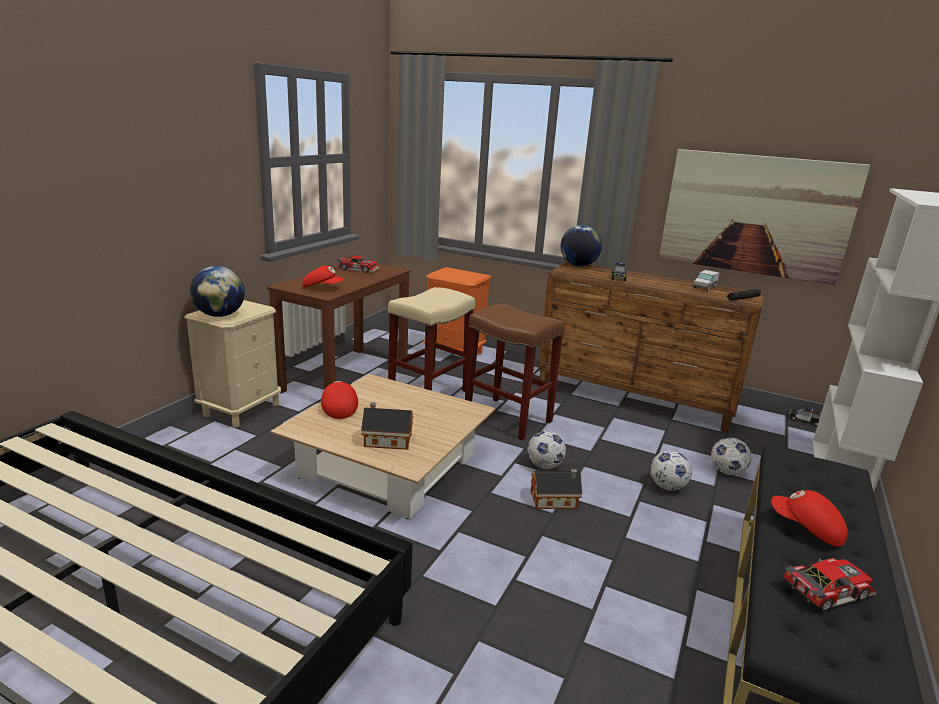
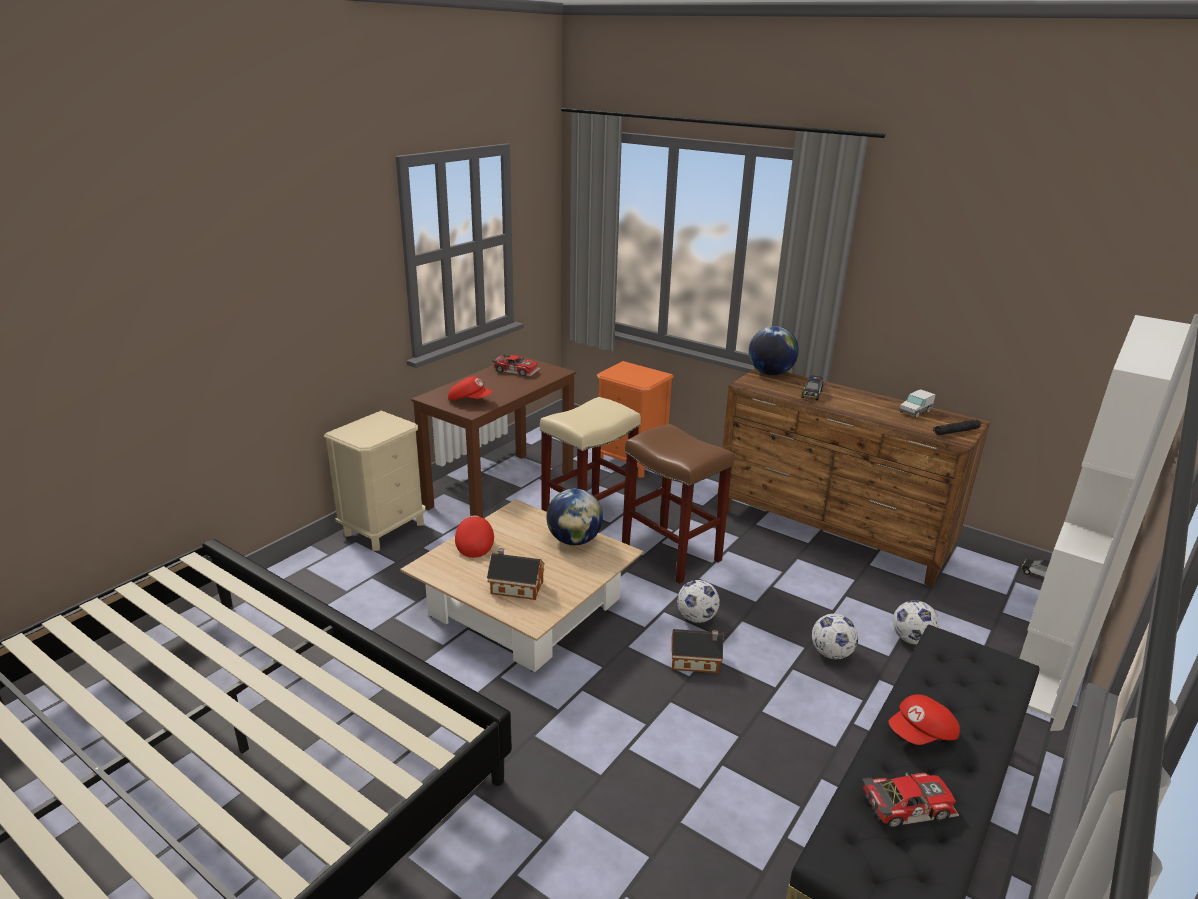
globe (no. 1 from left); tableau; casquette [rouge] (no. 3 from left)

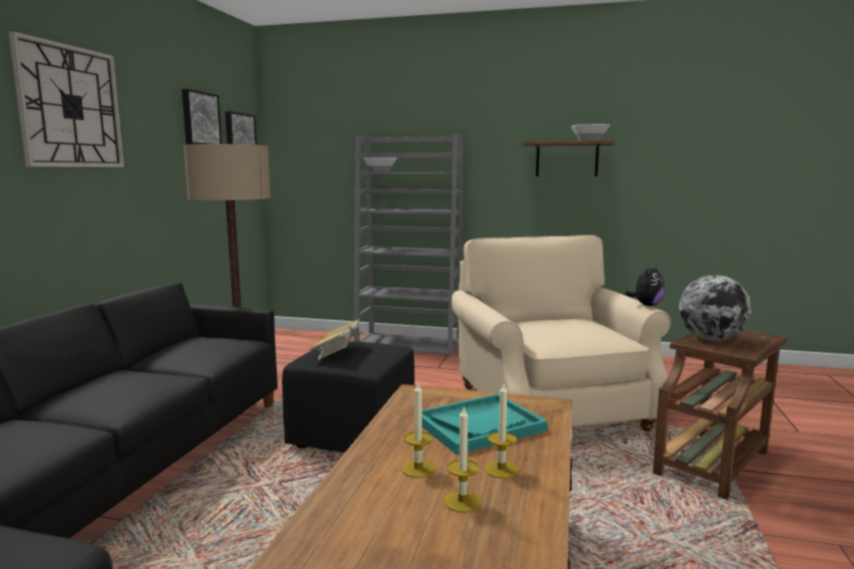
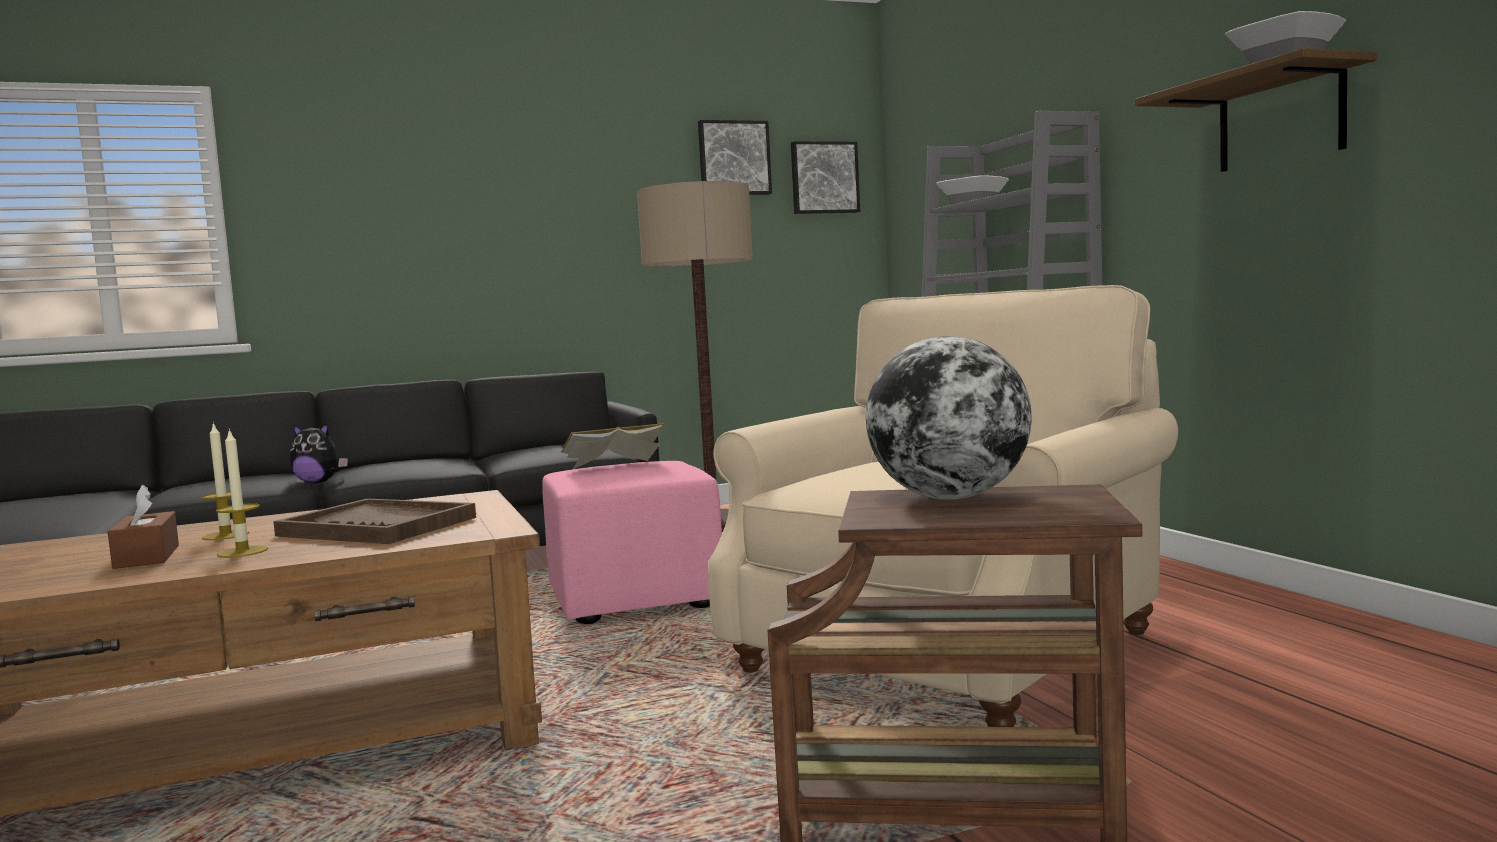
horloge murale; pouf [rose]; plateau [marron]; boîte à mouchoirs [marron]; peluche

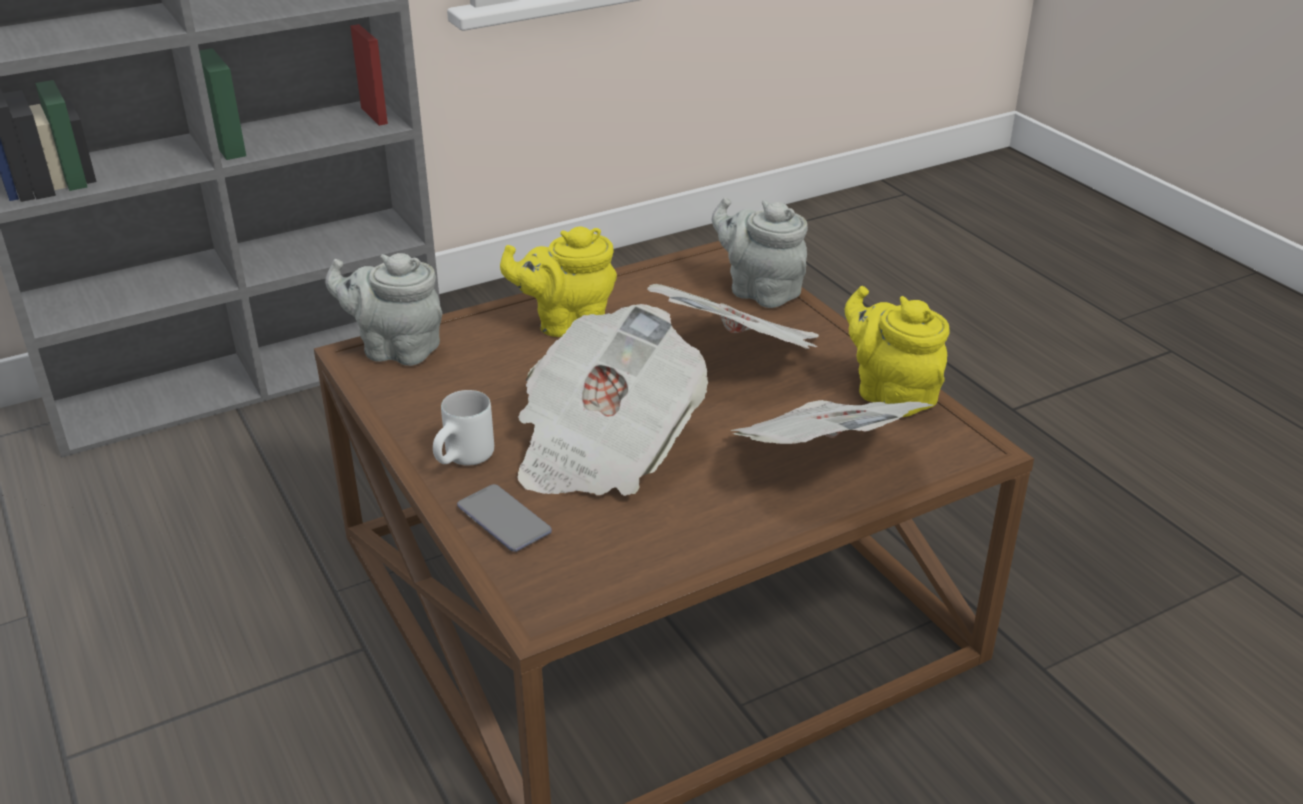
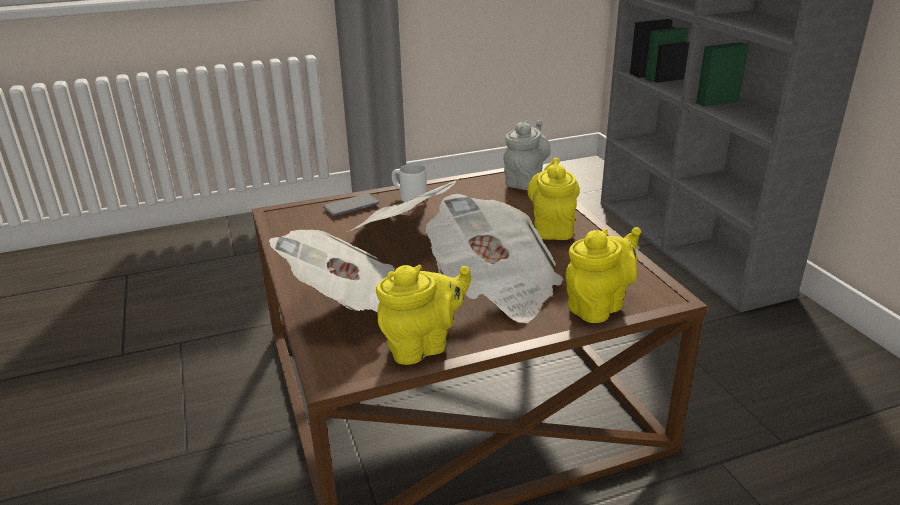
théière [jaune] (no. 3 from left)

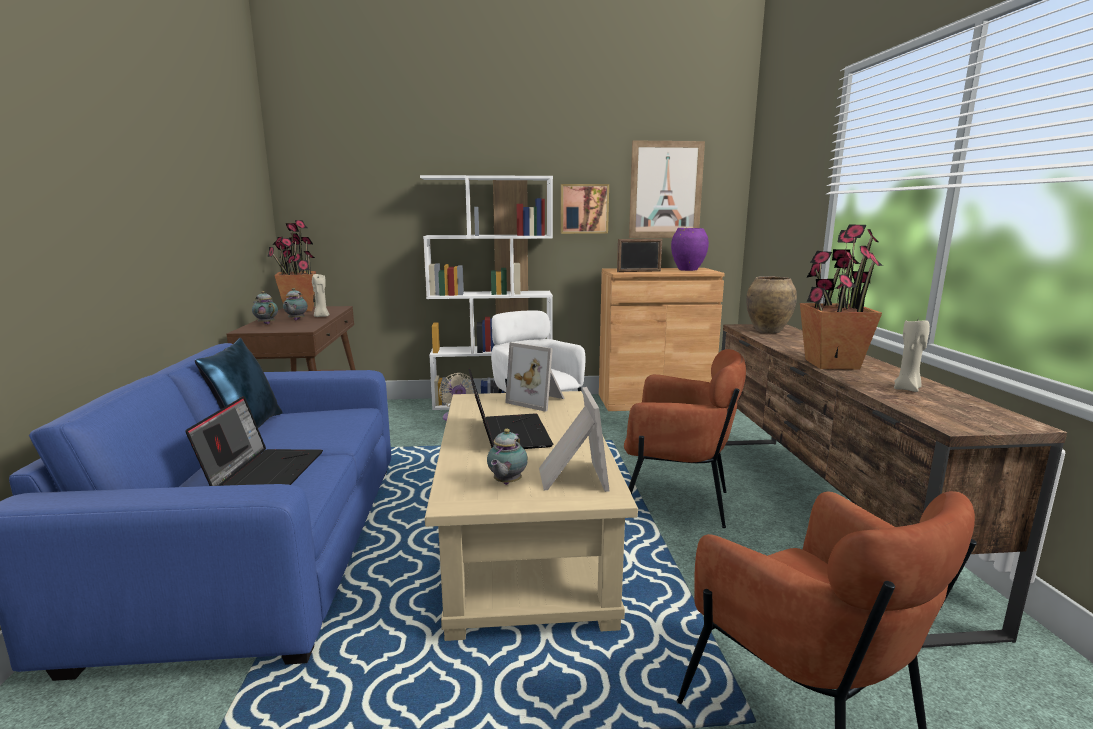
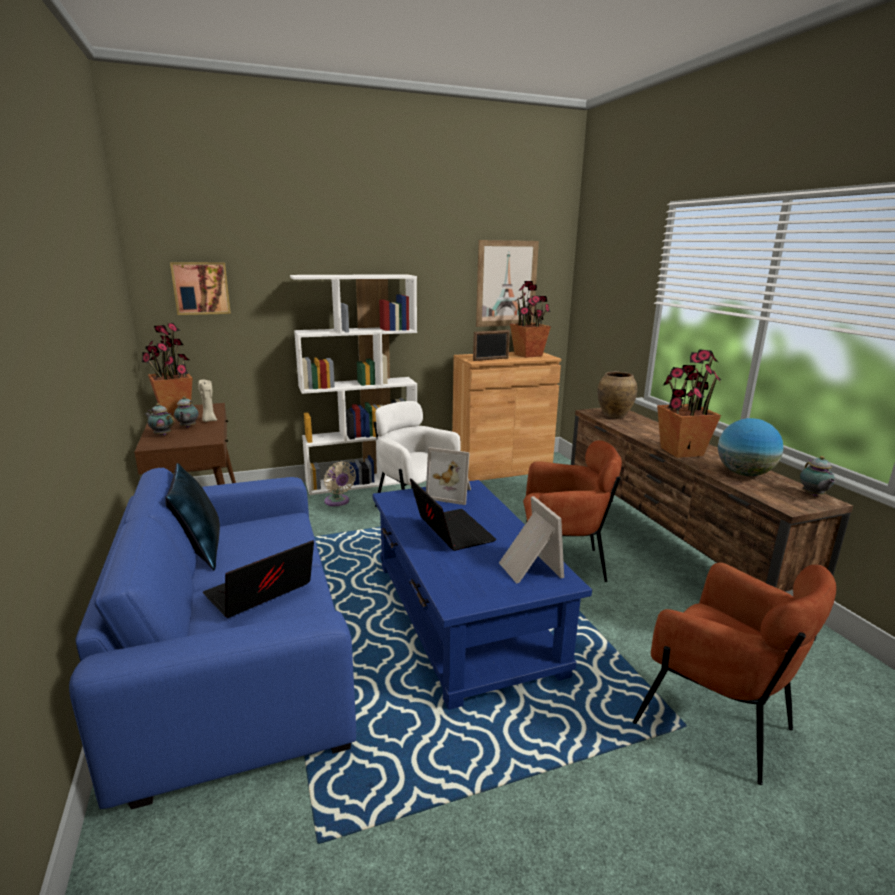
ordinateur portable (no. 1 from left); table basse [bleu]; théière (no. 3 from left); tableau (no. 1 from left); plante en pot (no. 2 from left); globe

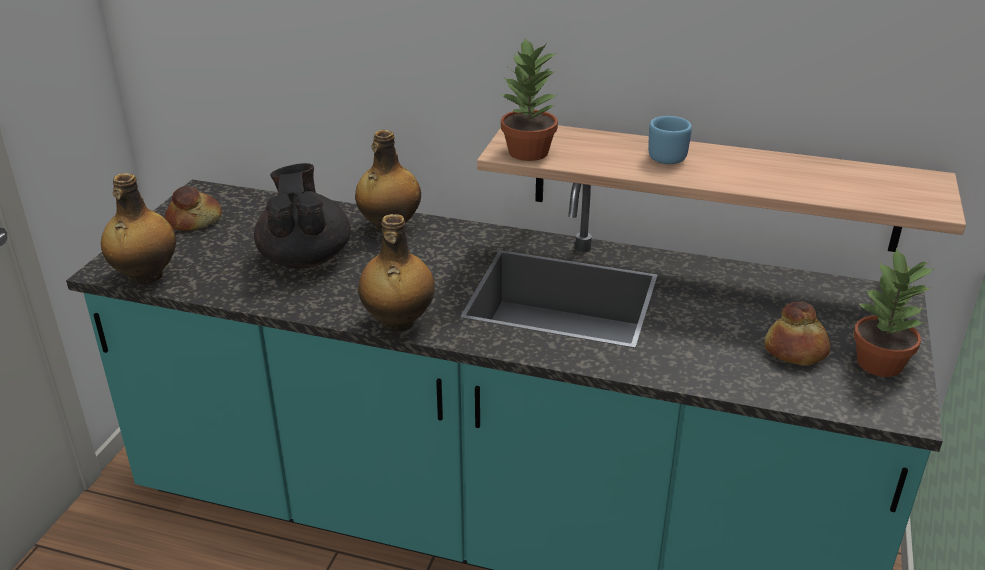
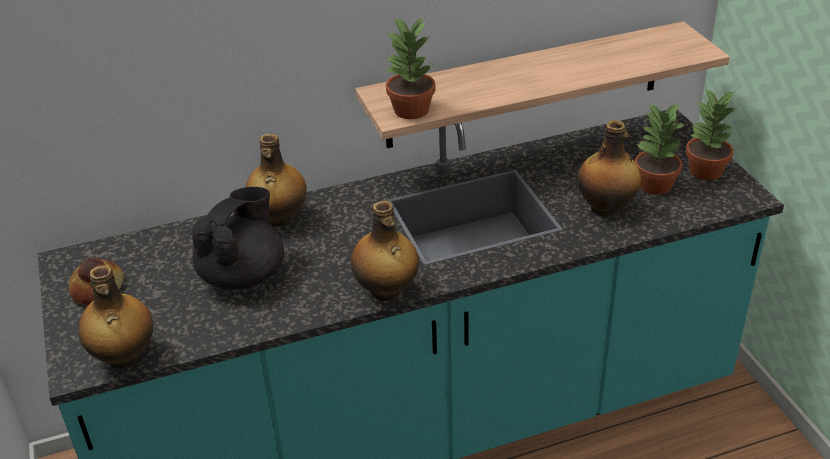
théière [noir]; mug [bleu]; plante en pot (no. 2 from left); bouteille (no. 4 from left)

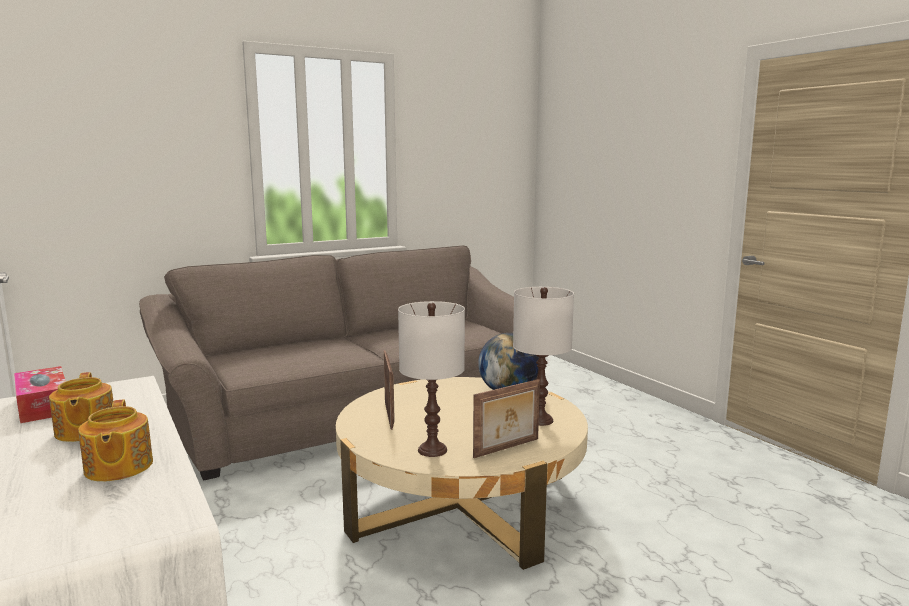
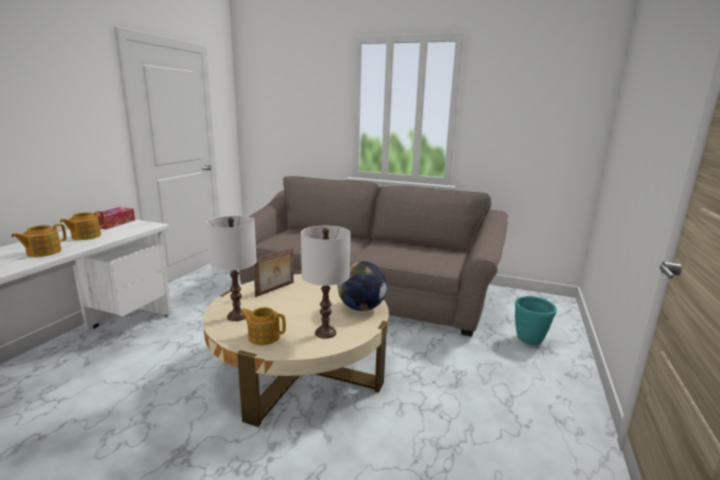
théière (no. 3 from left); cache-pot [turquoise]

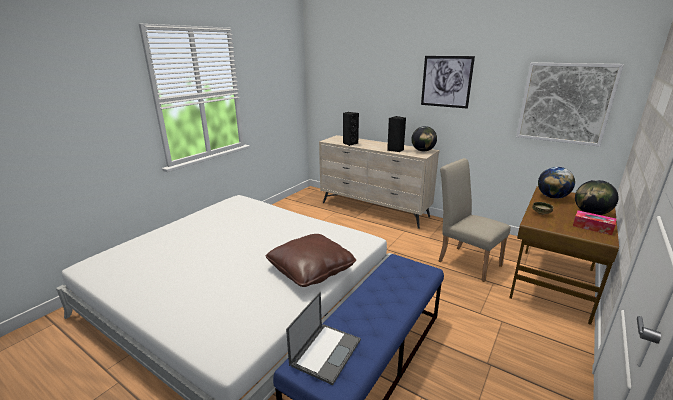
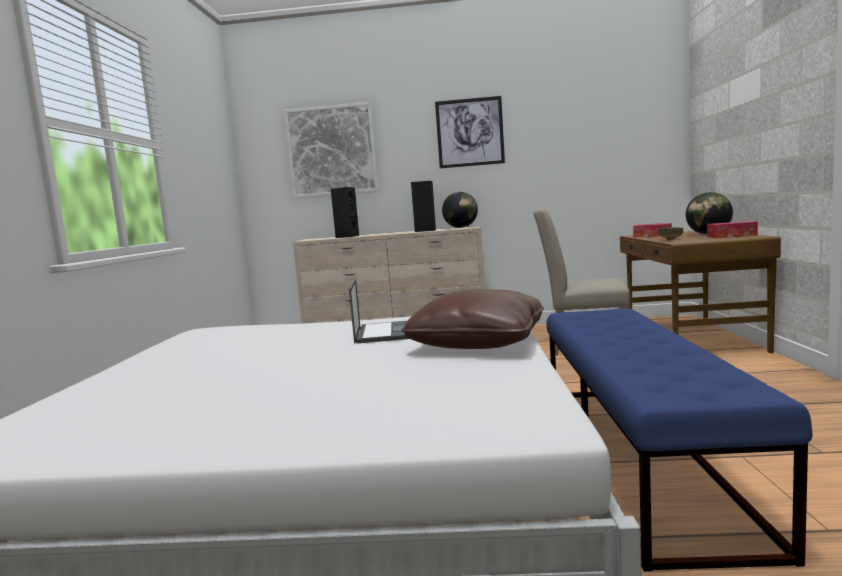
ordinateur portable; tableau (no. 1 from left); boîte à mouchoirs (no. 1 from left)

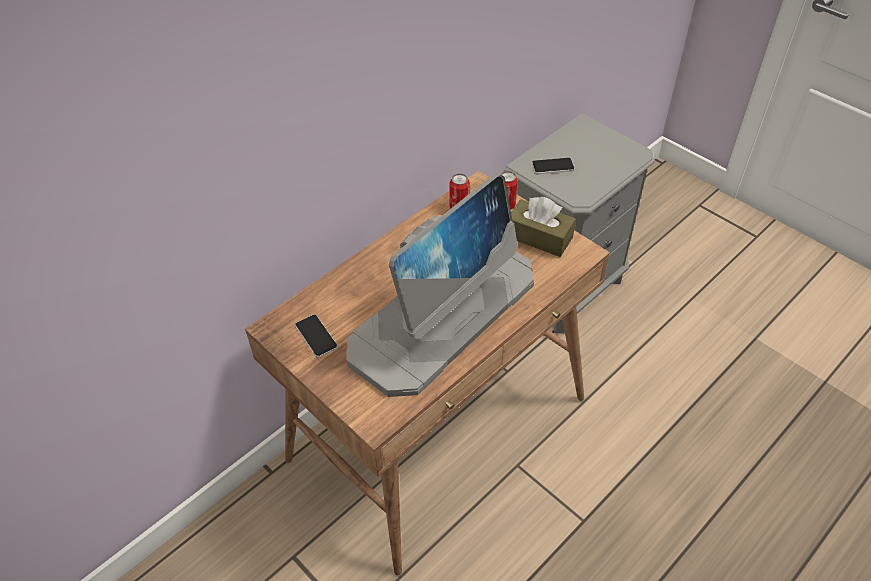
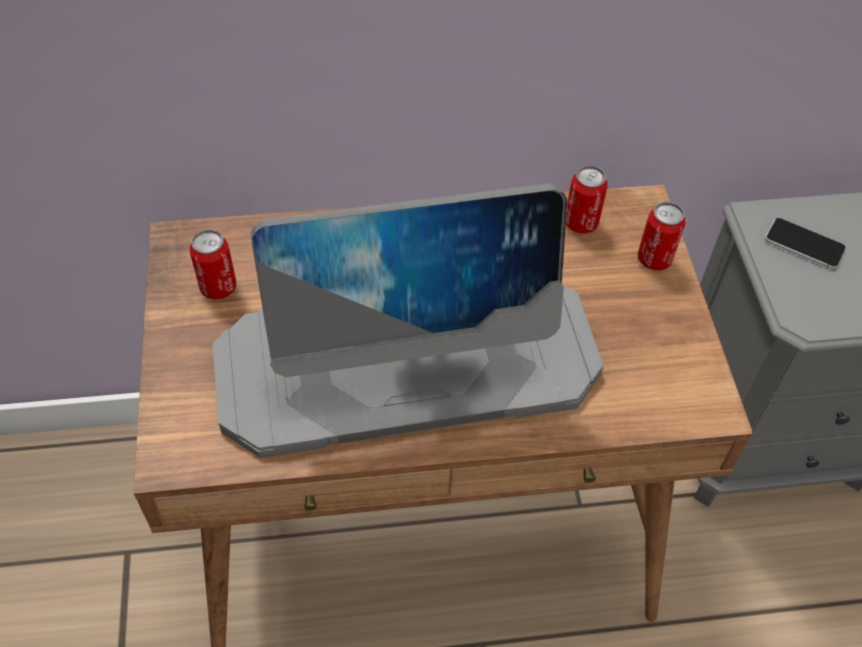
boîte métallique (no. 1 from left); boîte à mouchoirs [marron]

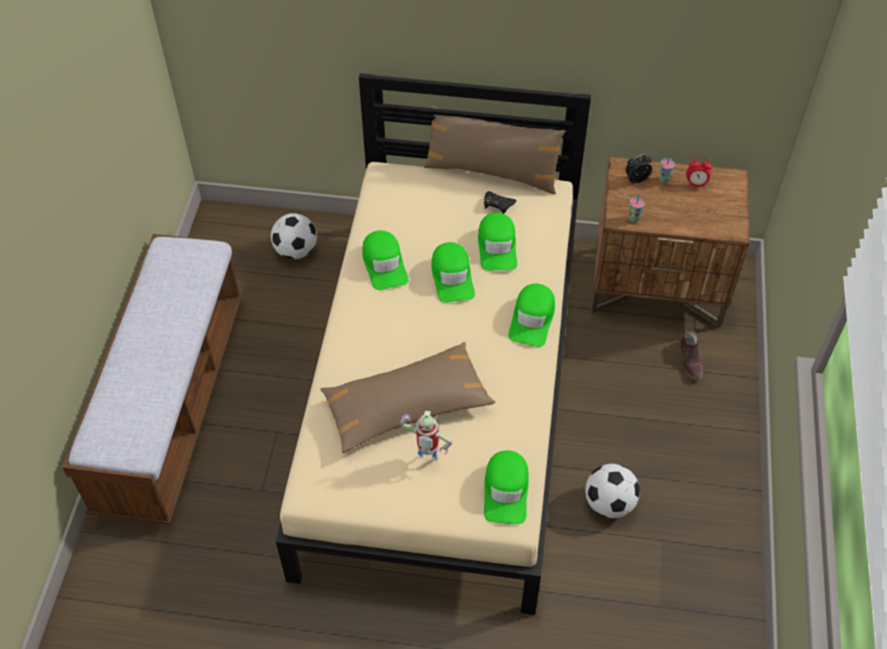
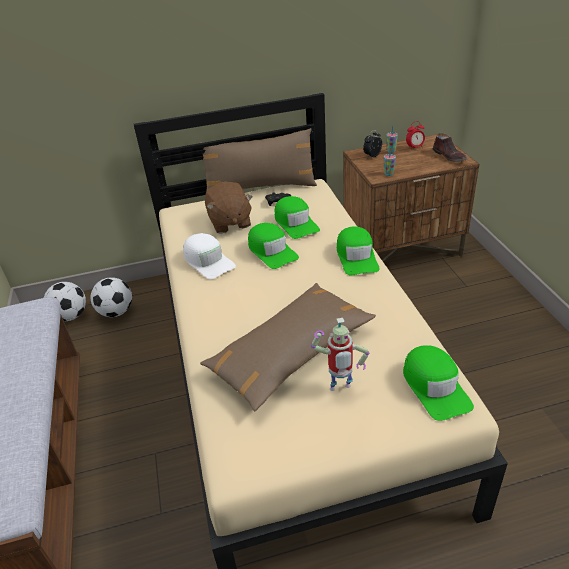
casquette [blanc]; ballon de foot (no. 1 from left); chaussure [marron]; peluche [marron]

